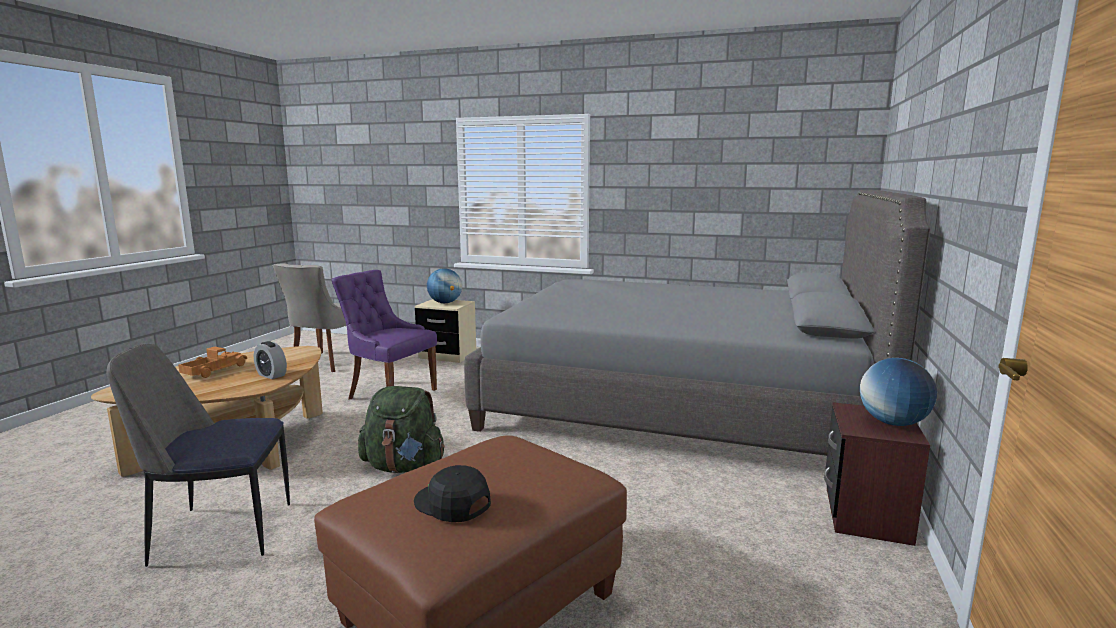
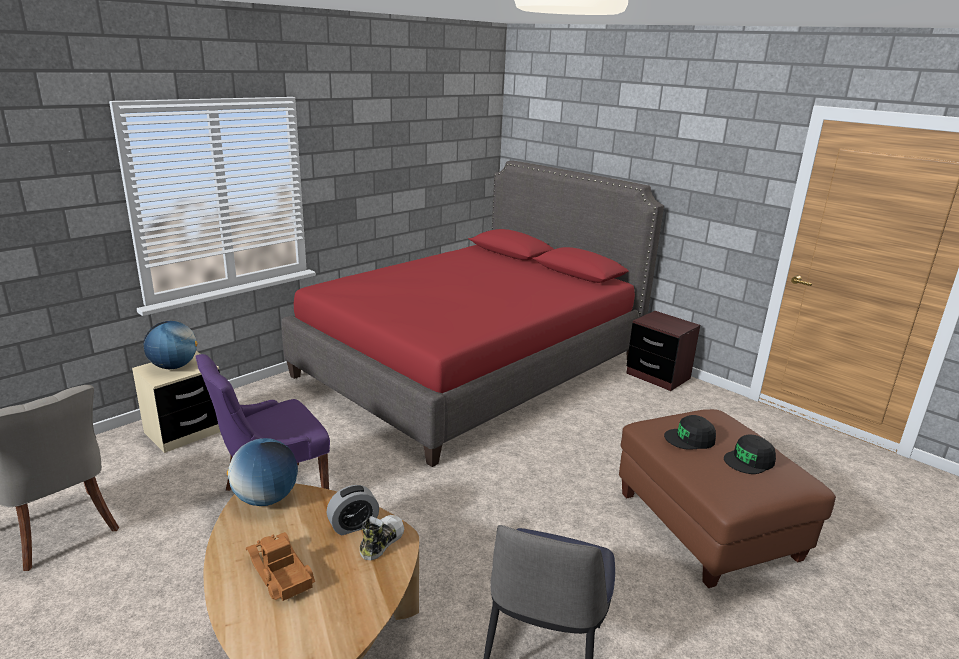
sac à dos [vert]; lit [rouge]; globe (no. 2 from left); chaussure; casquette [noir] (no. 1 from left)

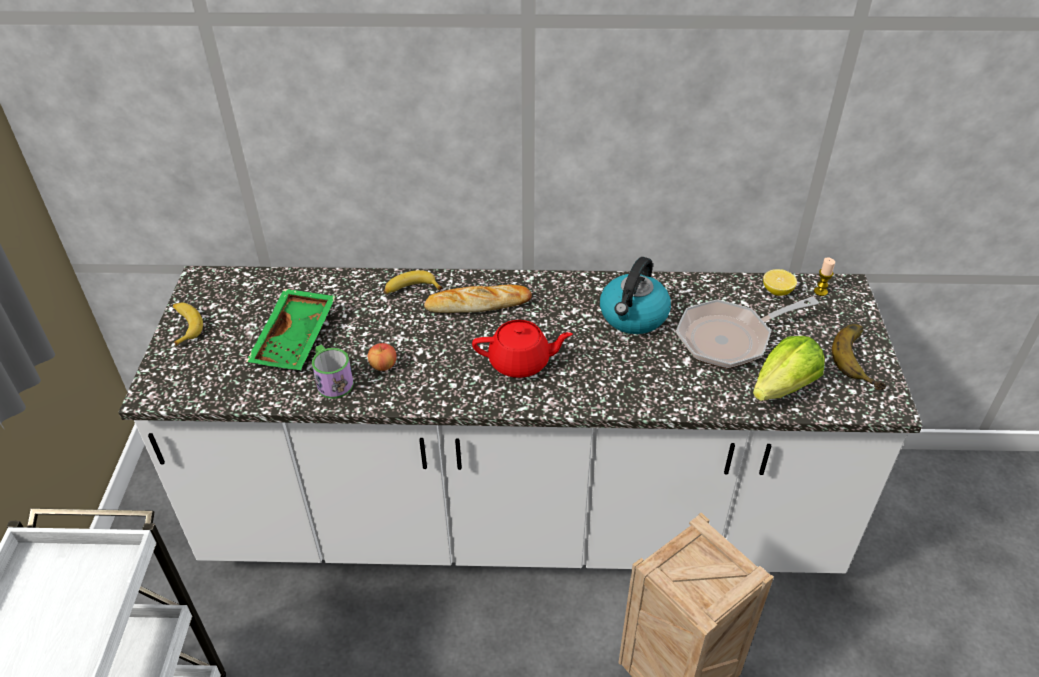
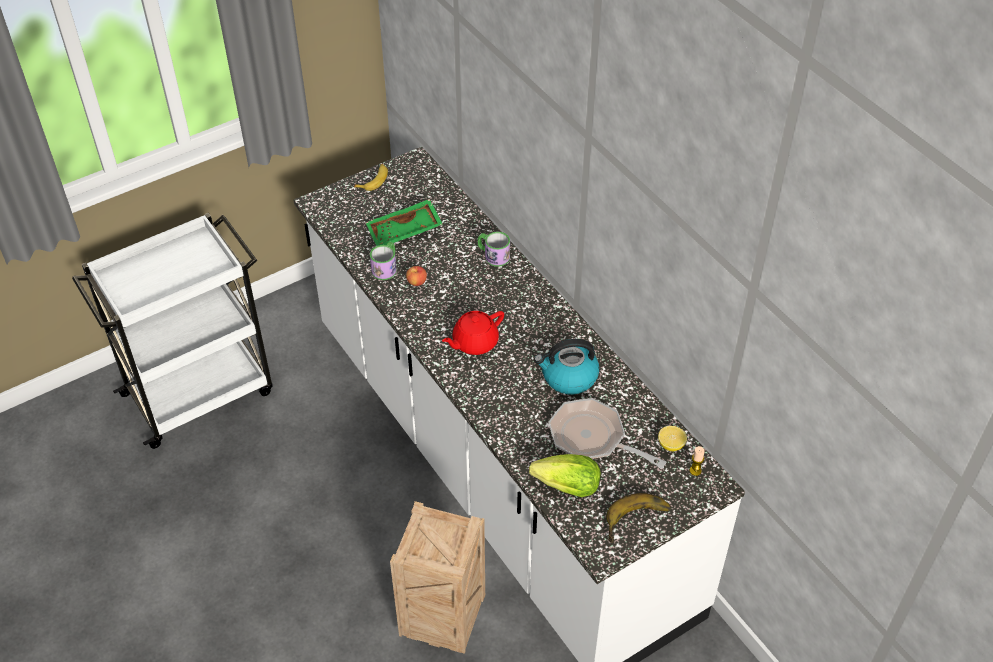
mug (no. 2 from left); pain; théière [rouge]

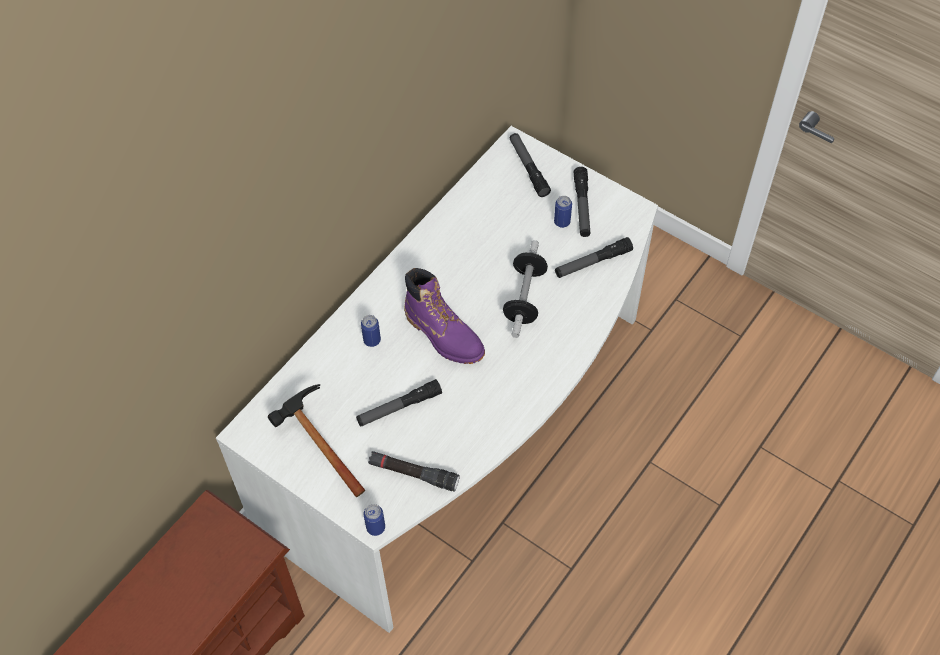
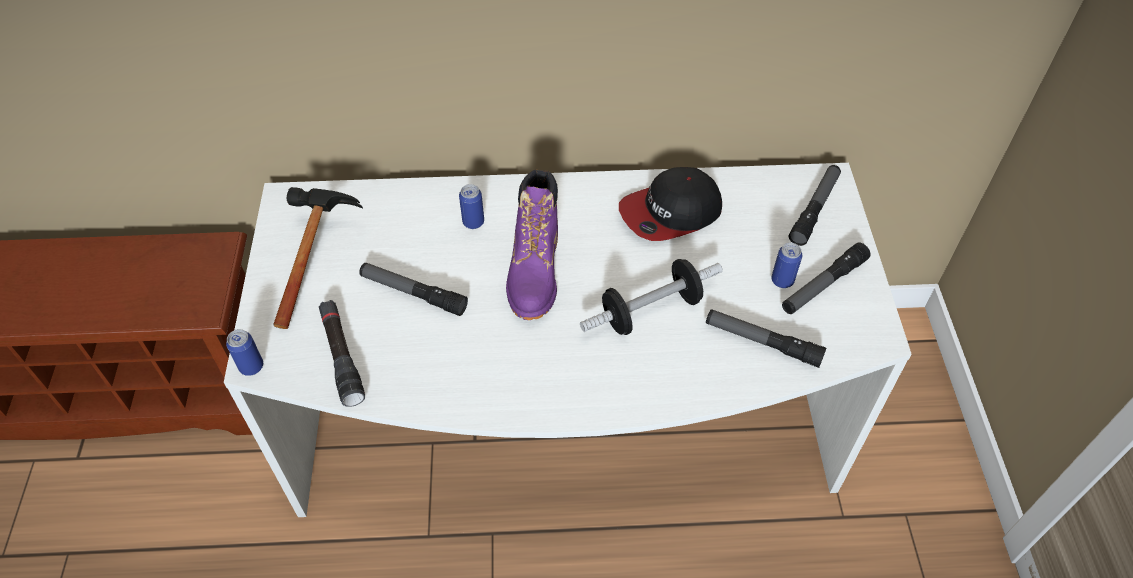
casquette

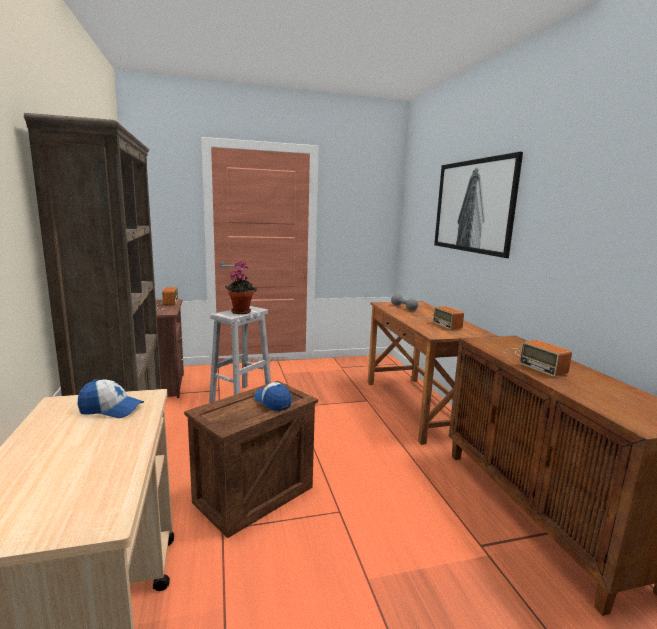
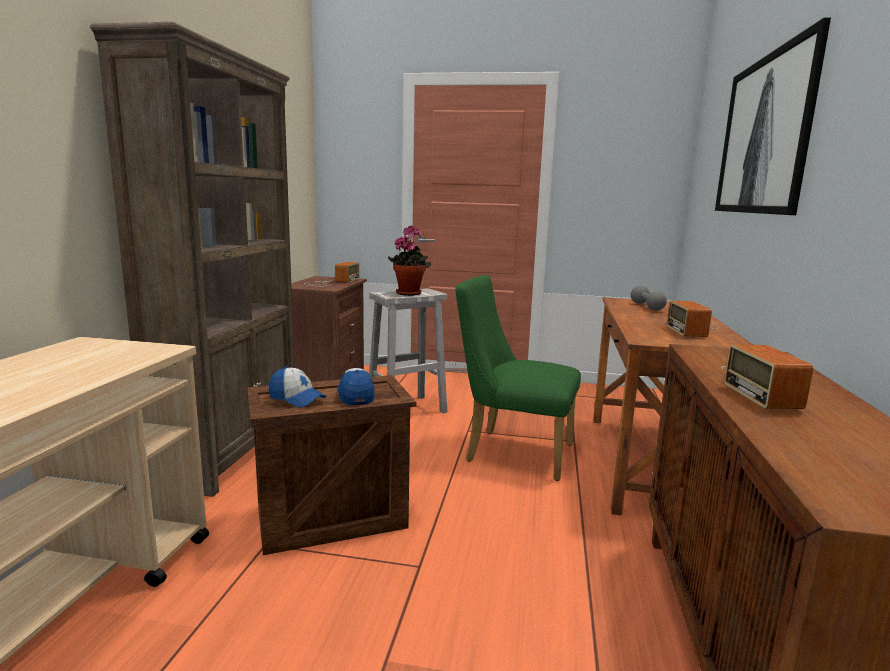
casquette (no. 1 from left); chaise [vert]

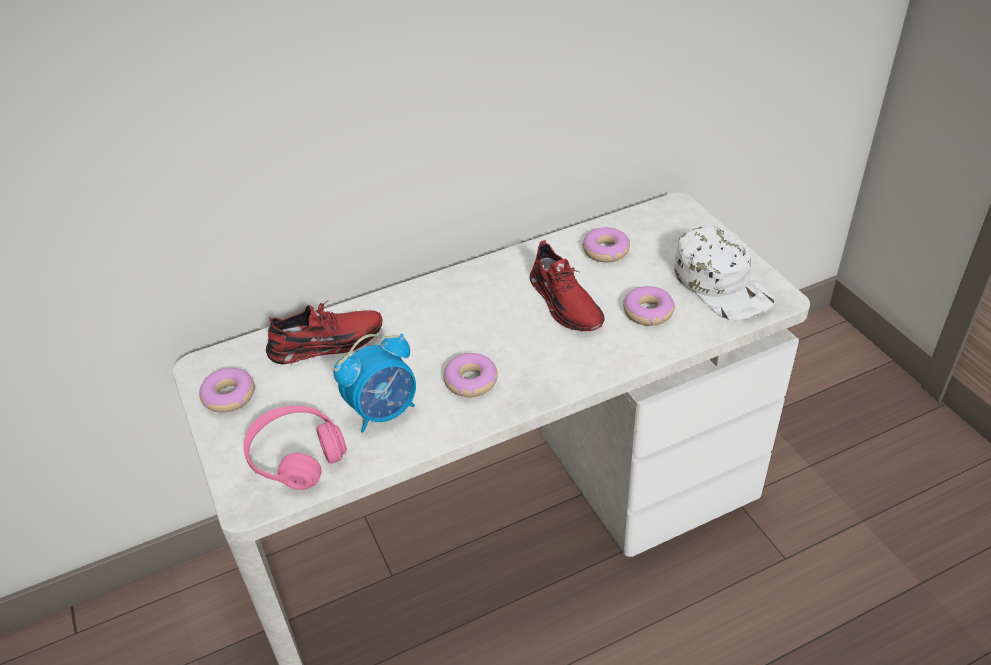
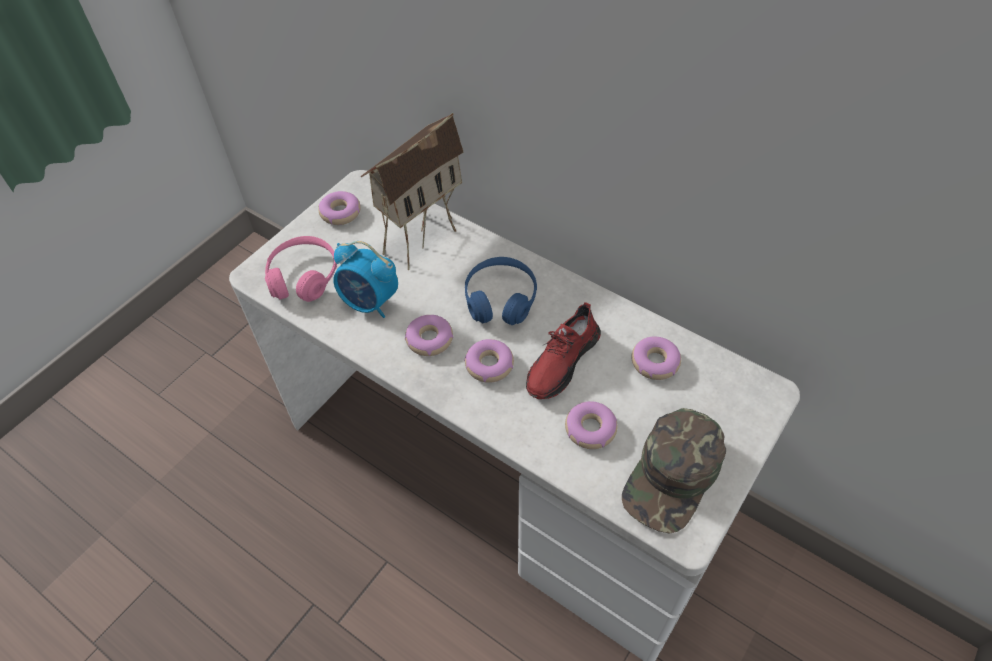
maison miniature; casquette [vert]; beignet (no. 3 from left); casque audio [bleu]

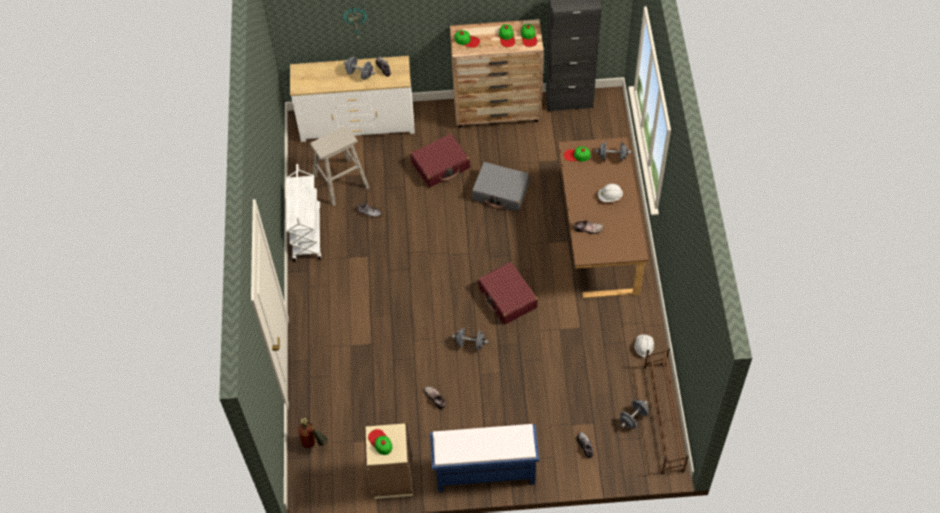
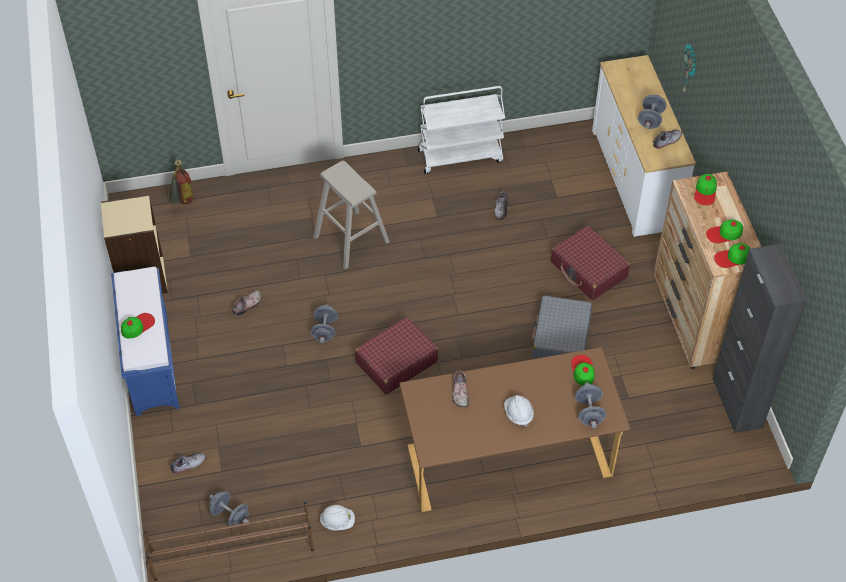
tabouret [beige]; casquette (no. 1 from left)

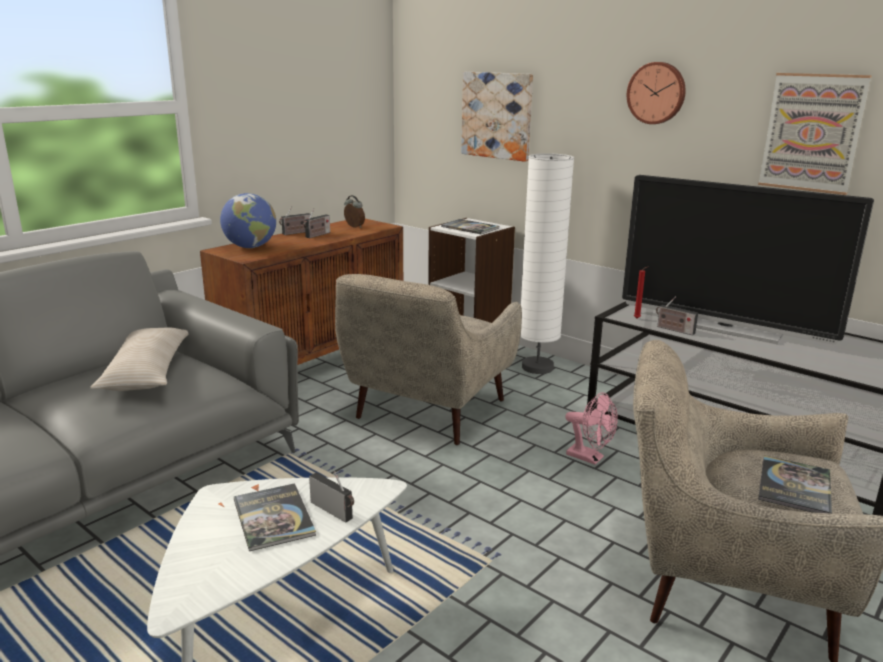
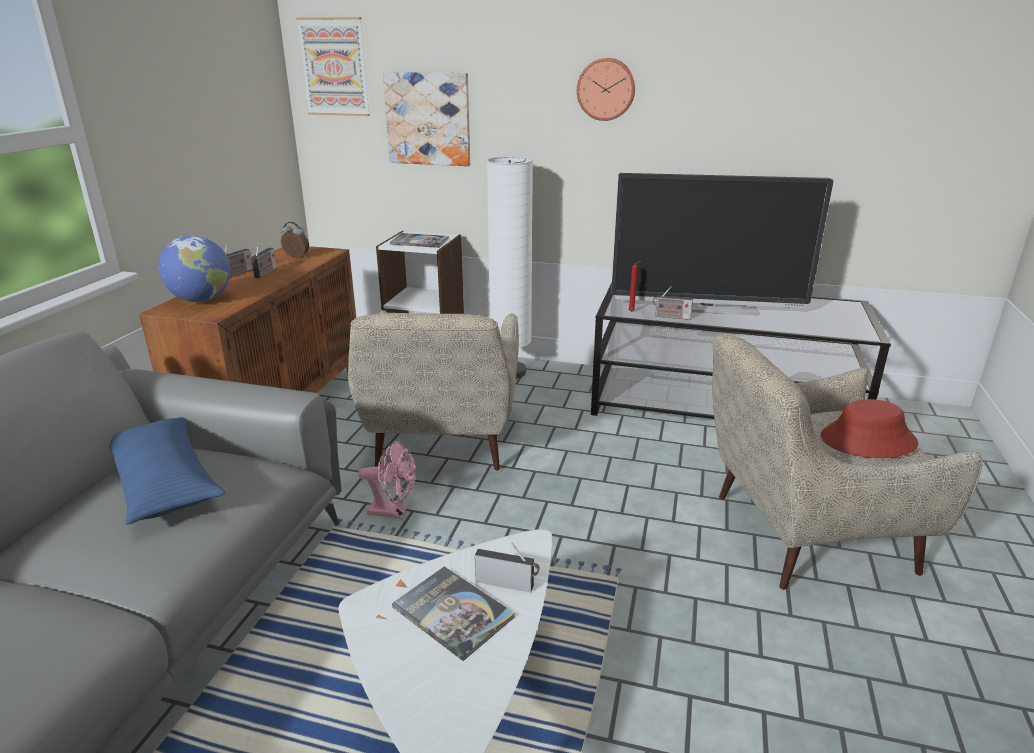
coussin [bleu]; ventilateur [rose]; tableau (no. 1 from left); chapeau [rouge]

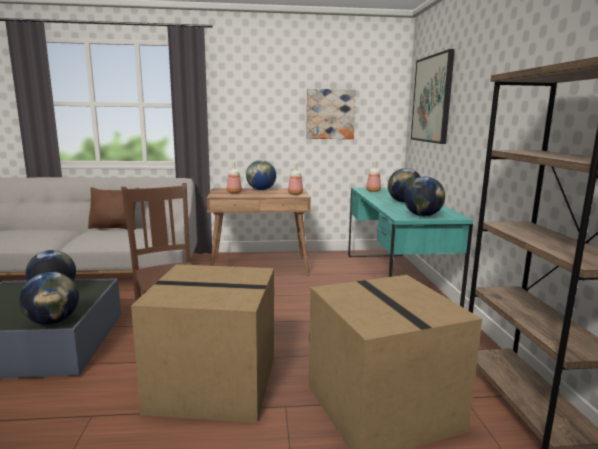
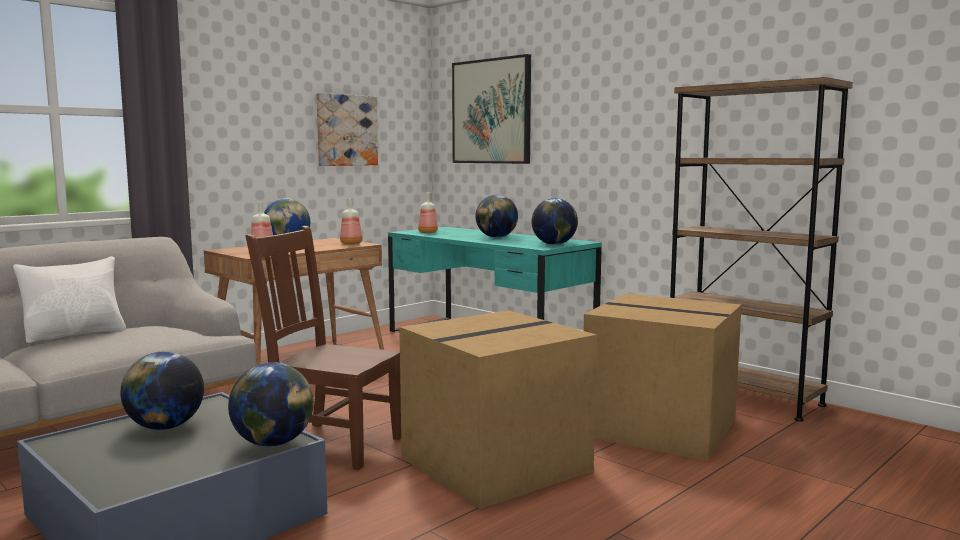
coussin [blanc]

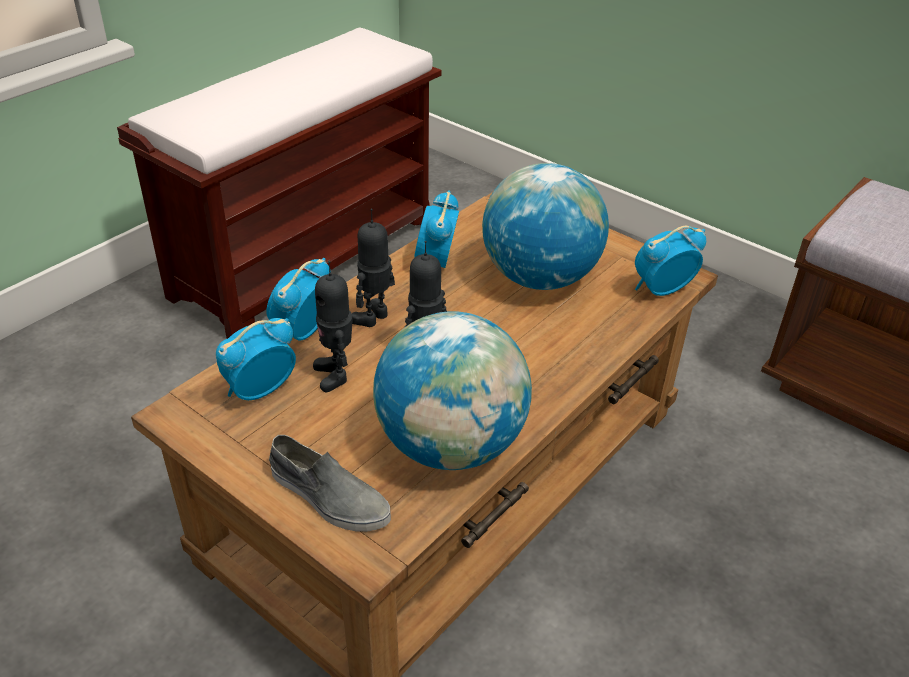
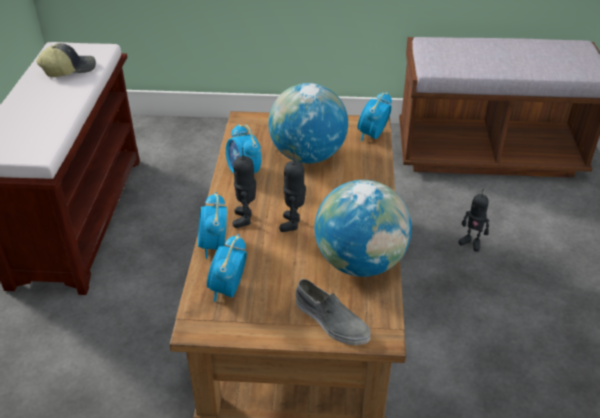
chaussure [gris]; robot jouet (no. 3 from left); casquette

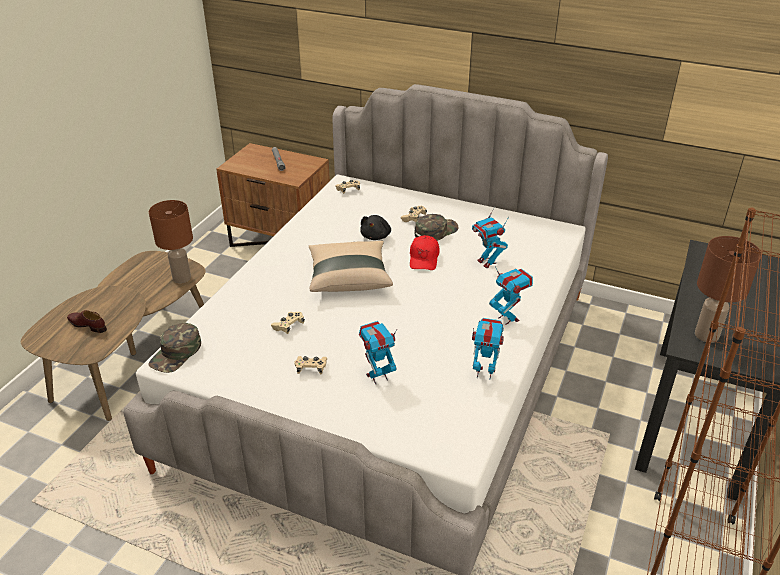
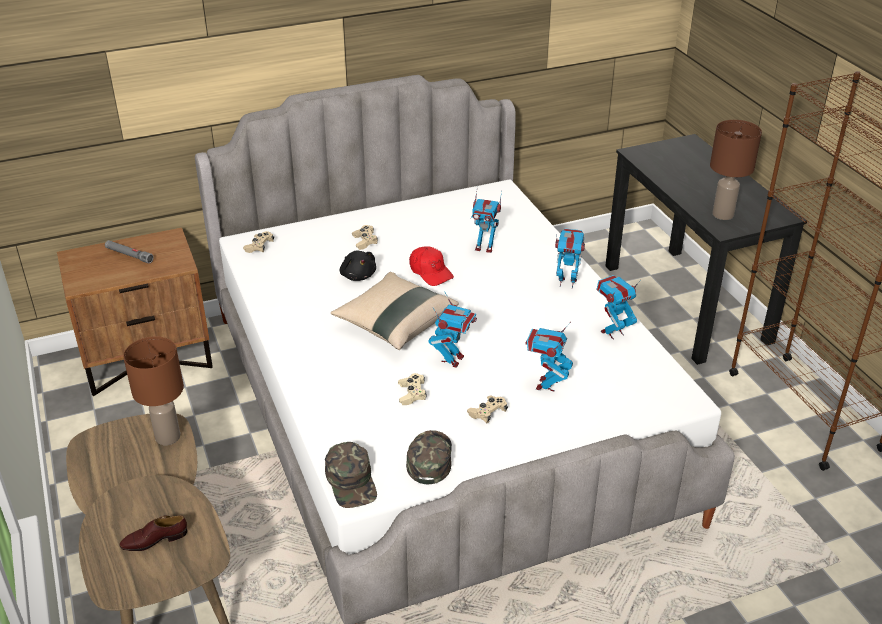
casquette [vert] (no. 2 from left); robot jouet (no. 1 from left)

